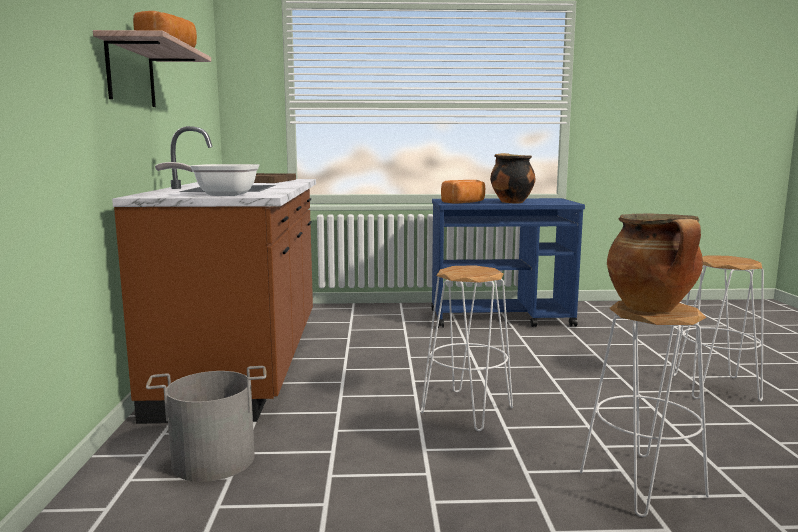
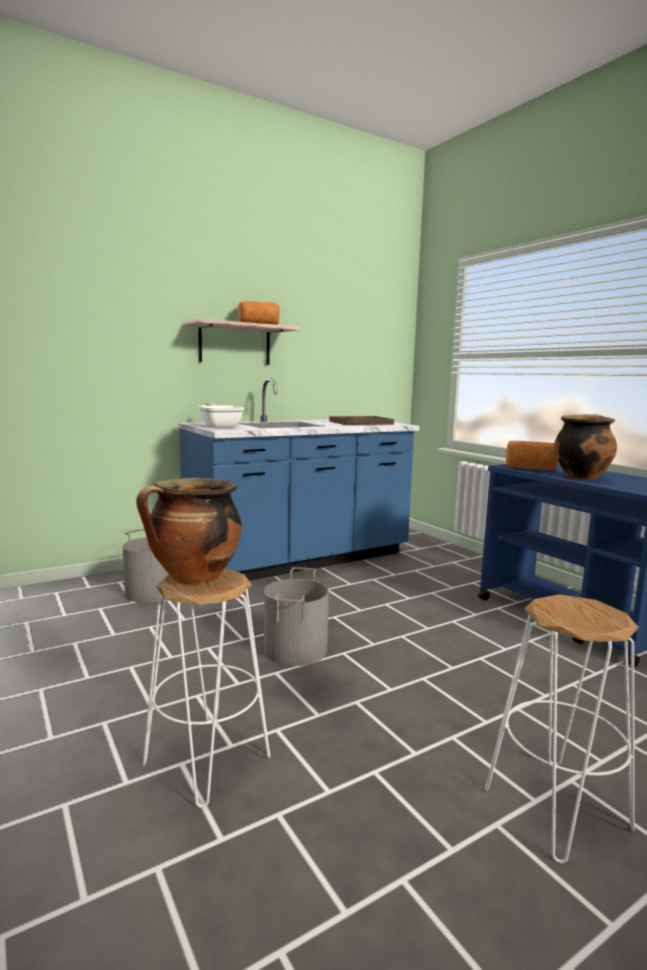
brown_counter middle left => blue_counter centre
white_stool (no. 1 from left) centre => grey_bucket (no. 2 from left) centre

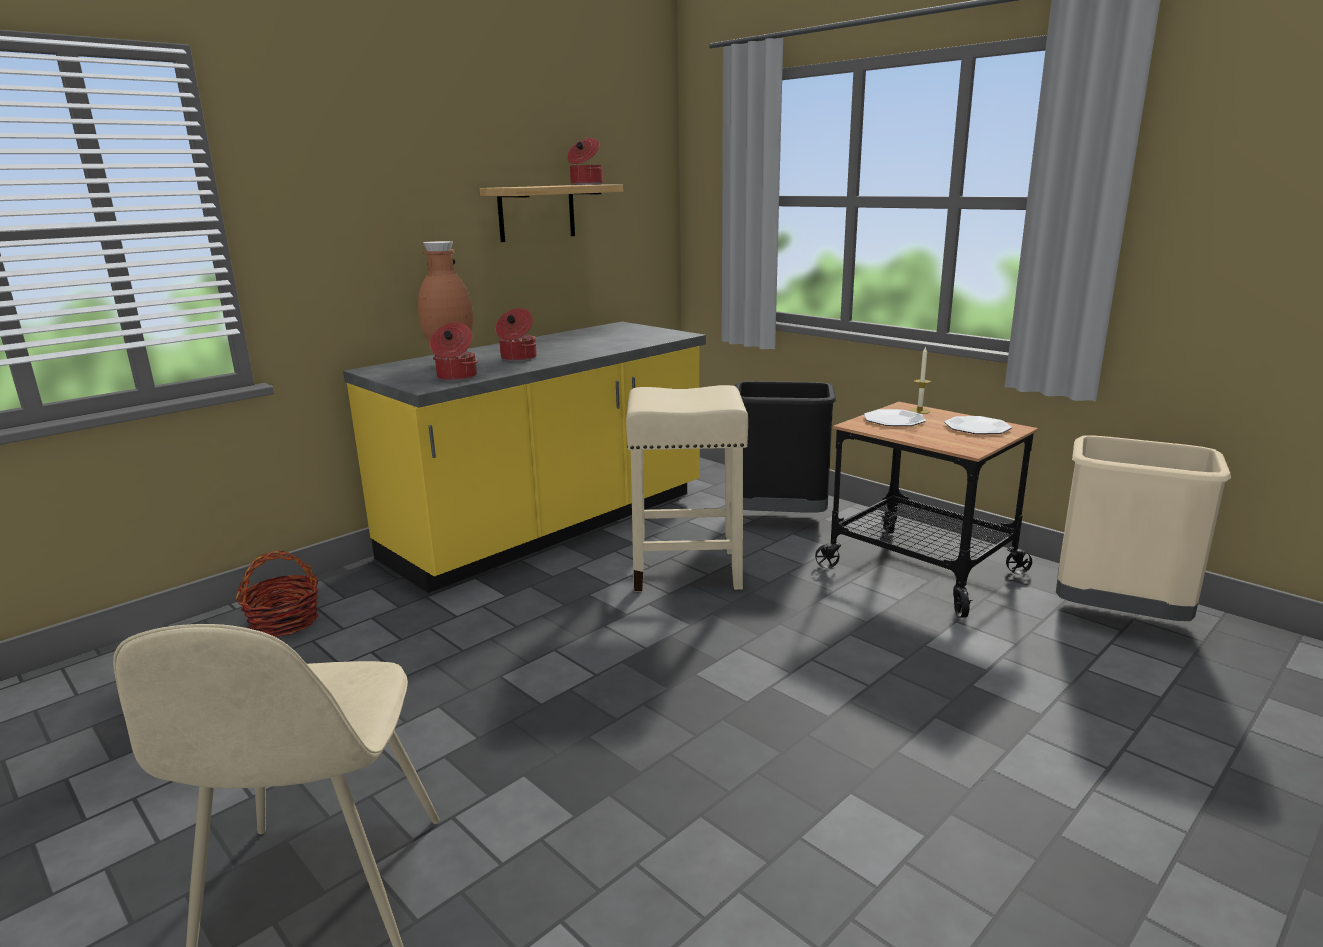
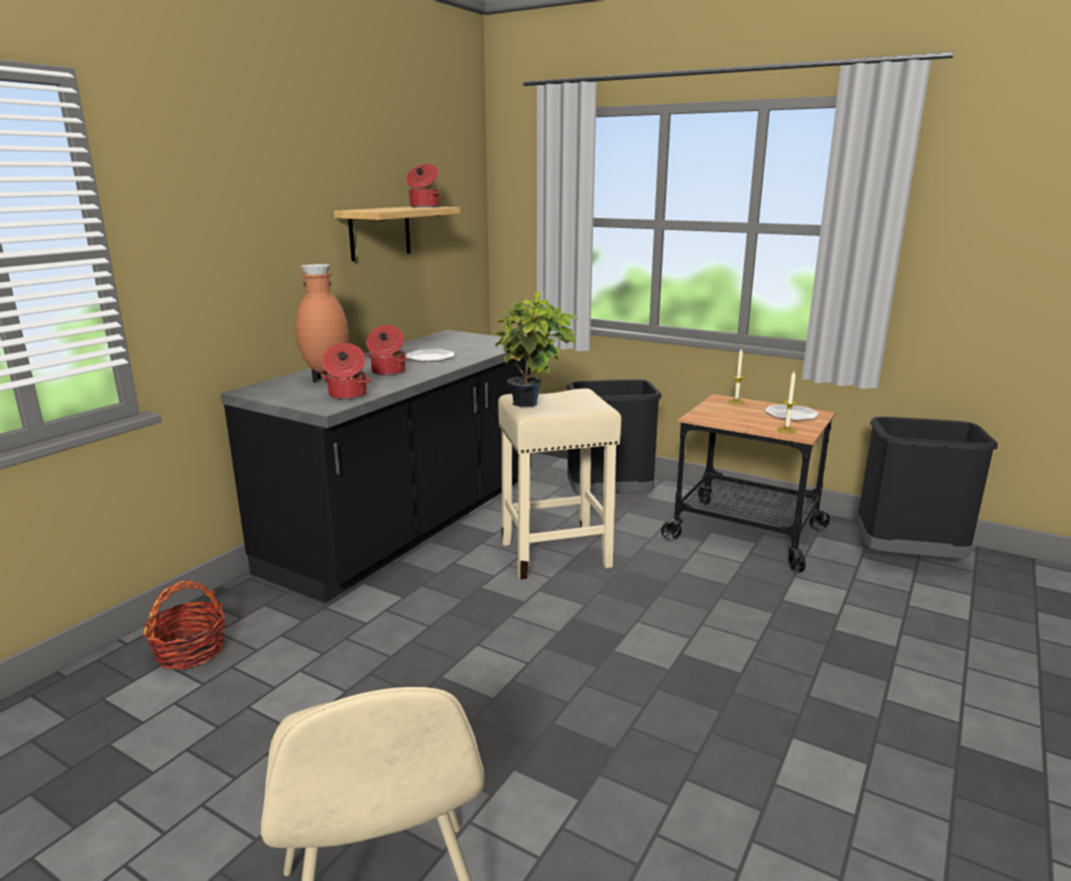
yellow_counter centre => black_counter centre
plate (no. 1 from left) middle right => plate (no. 1 from left) centre, relocated
nothing => potted_plant centre
nothing => candle (no. 2 from left) middle right
beige_trash_can middle right => black_trash_can (no. 2 from left) middle right

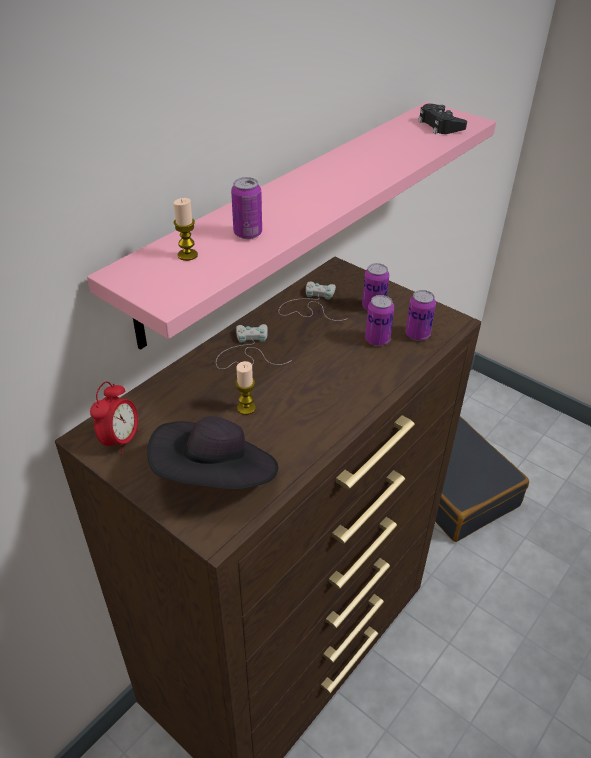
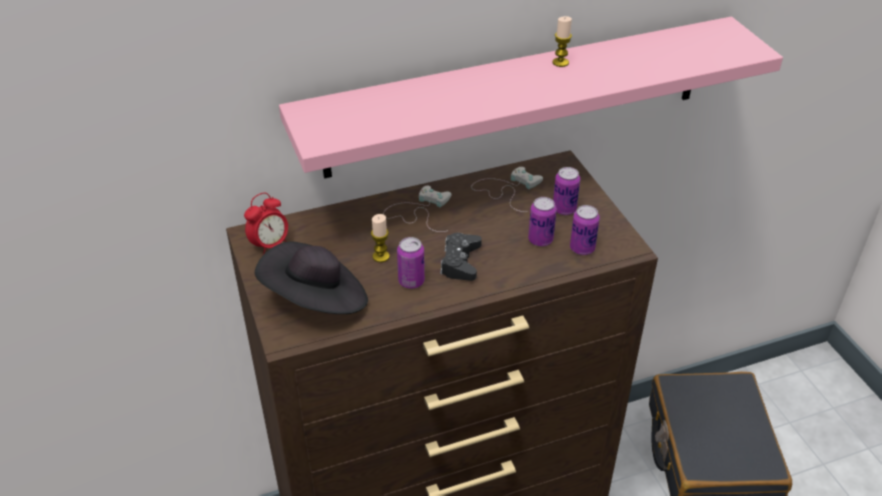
can (no. 1 from left) top centre => can (no. 1 from left) centre, relocated
black_game_controller top right => black_game_controller centre, relocated
candle (no. 1 from left in the first image) top left => candle (no. 2 from left) top centre, relocated

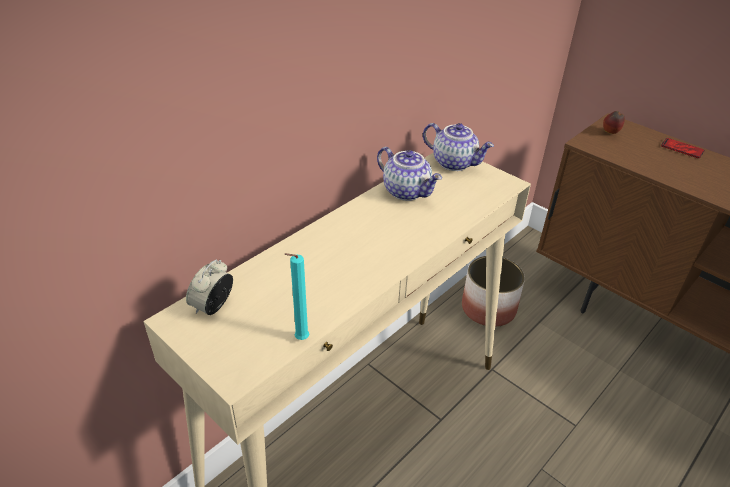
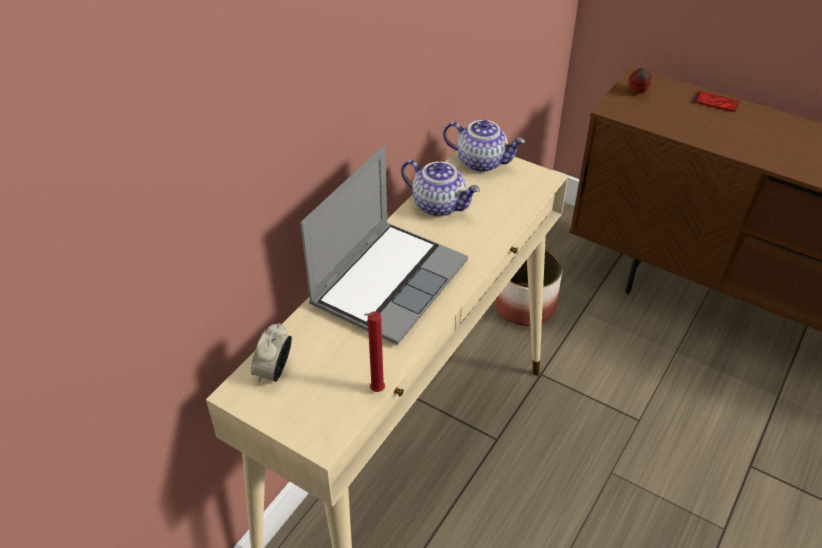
nothing => laptop centre
turquoise_candle centre => red_candle centre

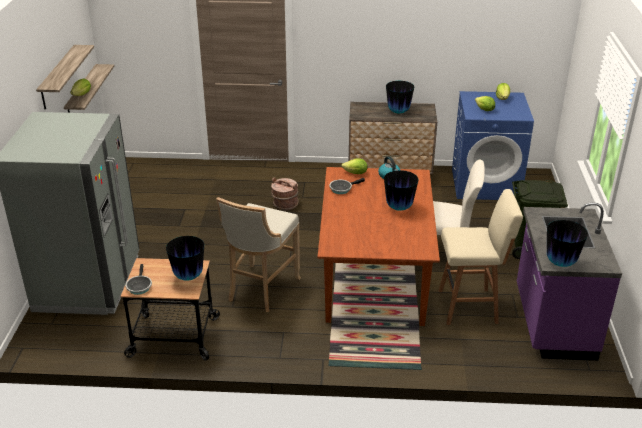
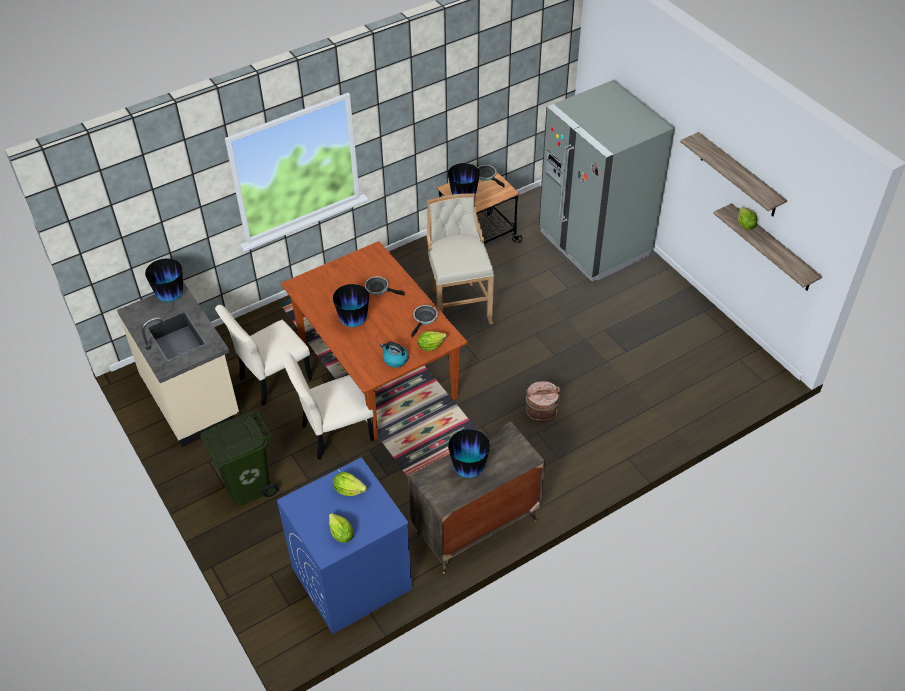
purple_counter middle right => beige_counter middle left
beige_stool (no. 2 from left) middle right => beige_chair (no. 1 from left) middle left
nothing => frying_pan (no. 1 from left) centre

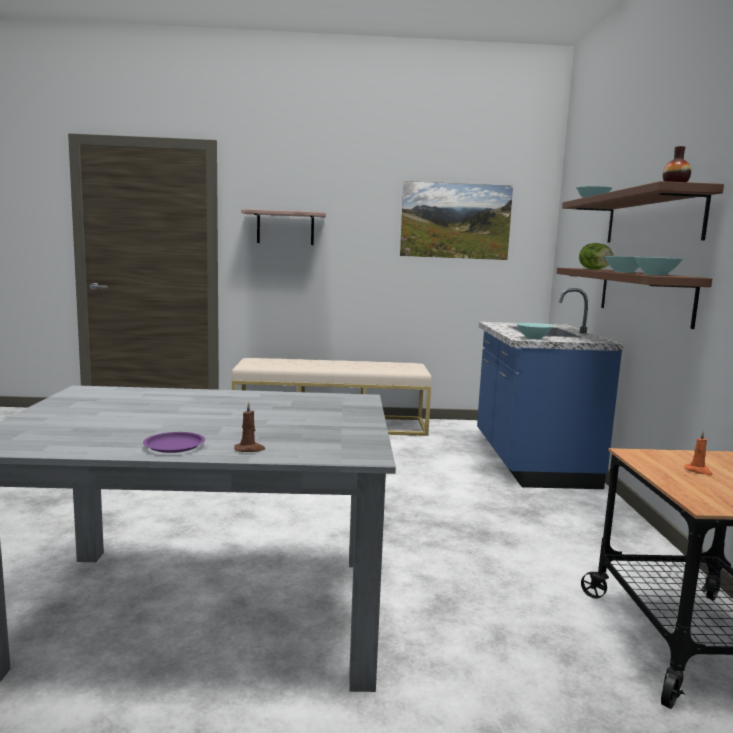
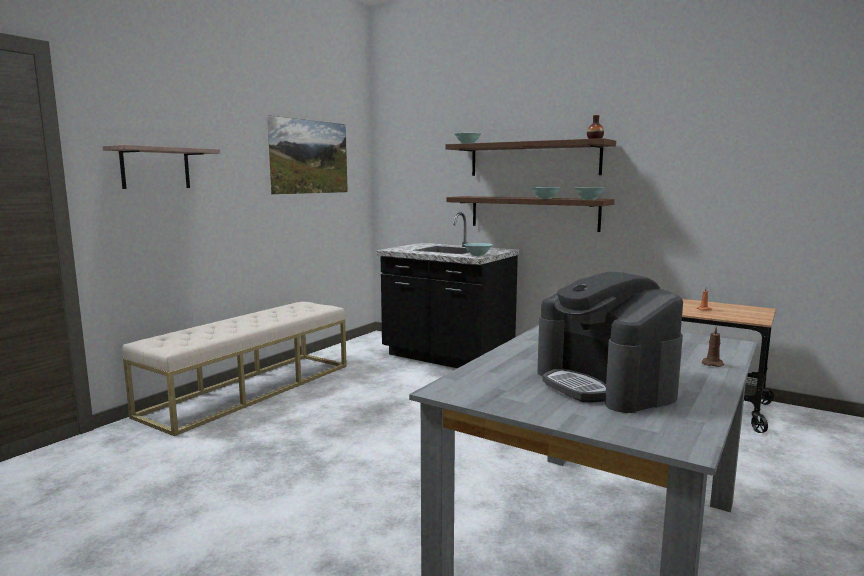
blue_counter middle right => black_counter centre
nothing => coffee_machine middle right
purple_plate middle left => nothing
lettuce middle right => nothing

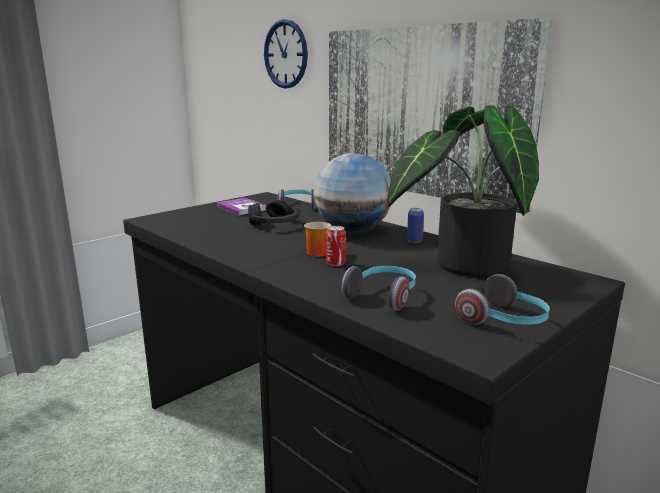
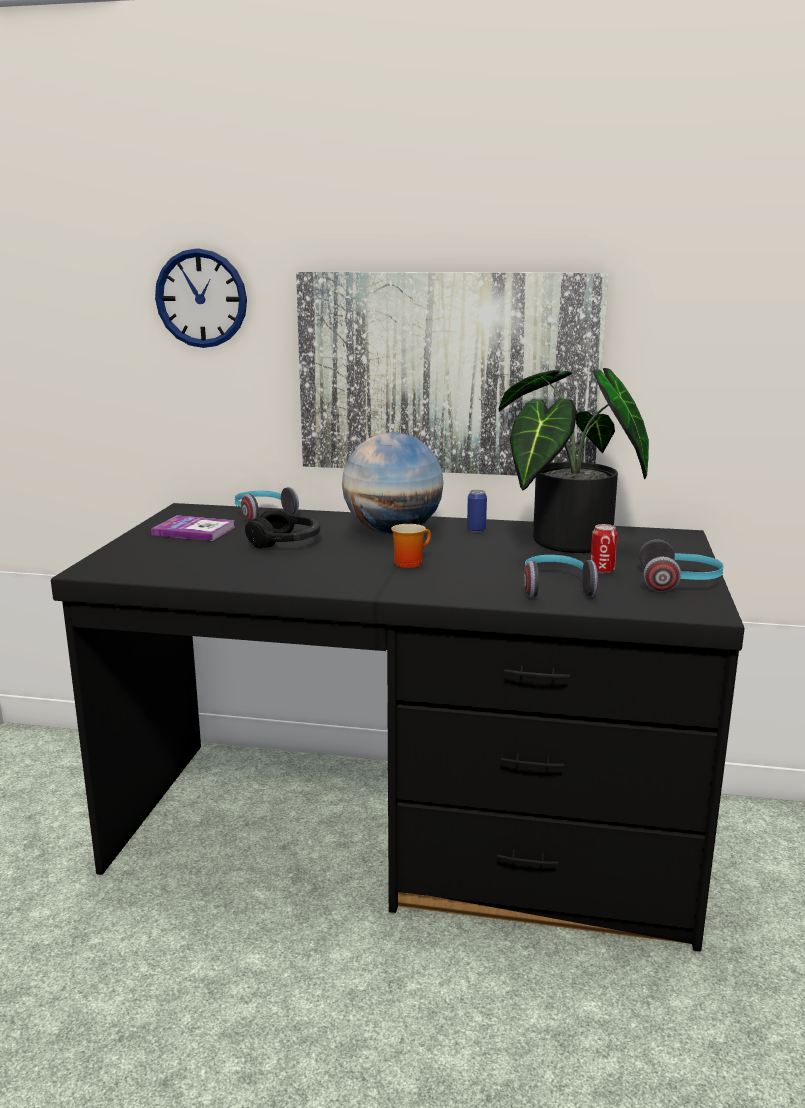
can (no. 1 from left in the first image) centre => can (no. 2 from left) middle right, relocated

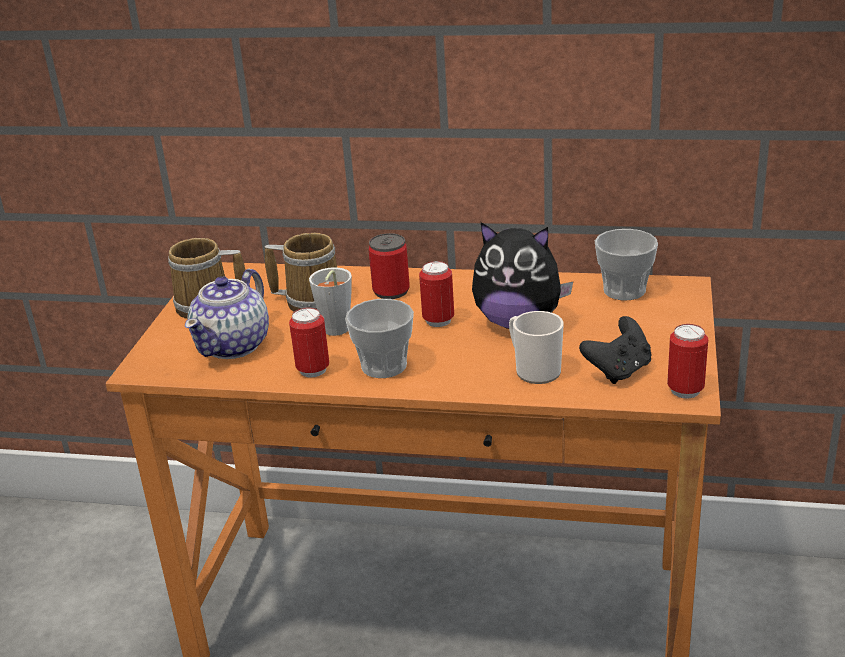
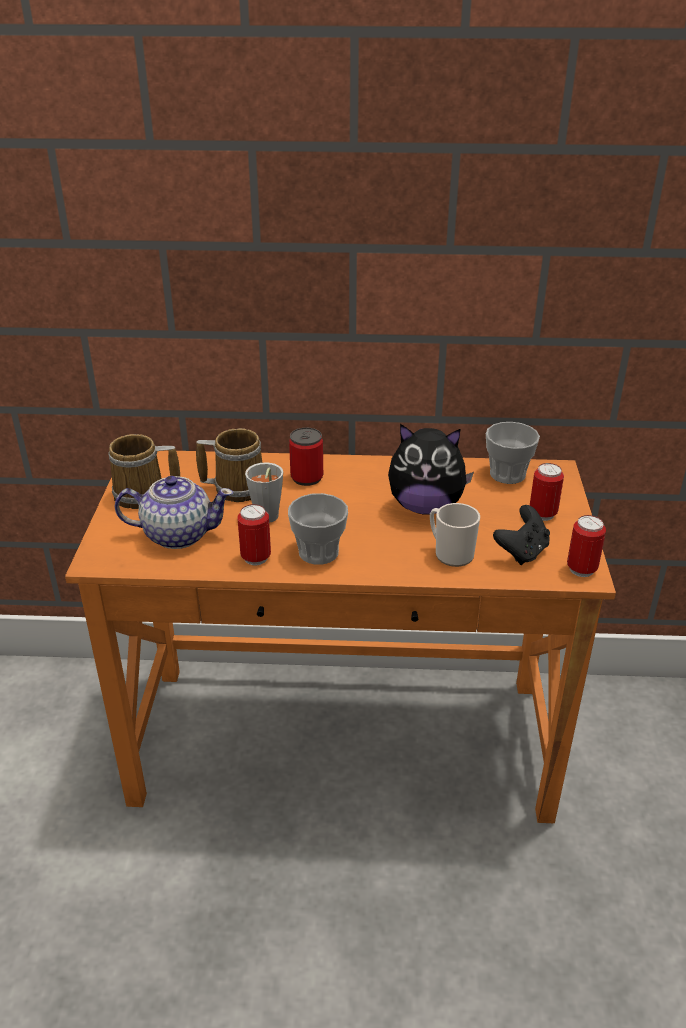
teapot middle left, 105 degrees counterclockwise
can (no. 3 from left) centre => can (no. 3 from left) middle right, relocated

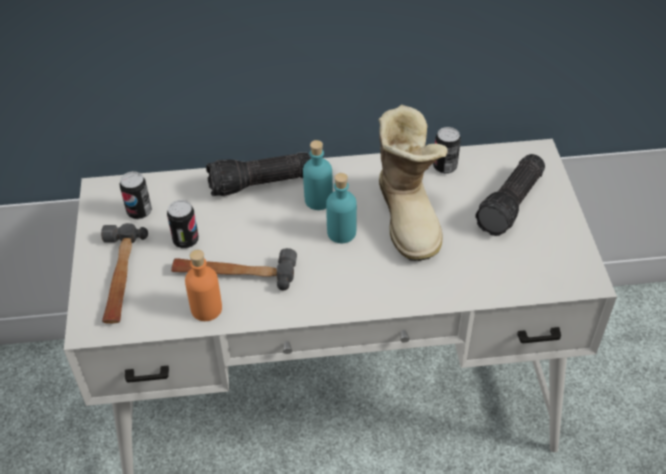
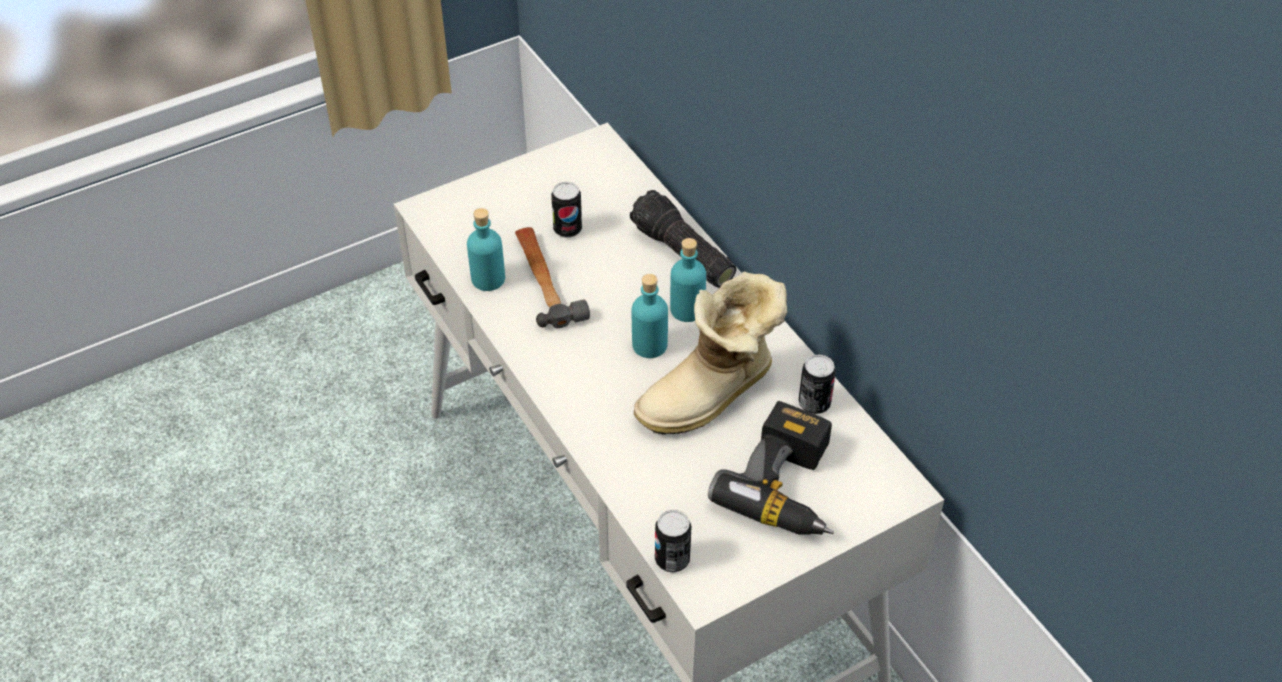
orange_bottle middle left => turquoise_bottle (no. 1 from left) centre
can (no. 1 from left in the first image) middle left => can (no. 2 from left) bottom centre, relocated
flashlight (no. 2 from left) middle right => power_drill bottom centre
hammer (no. 1 from left) middle left => nothing

